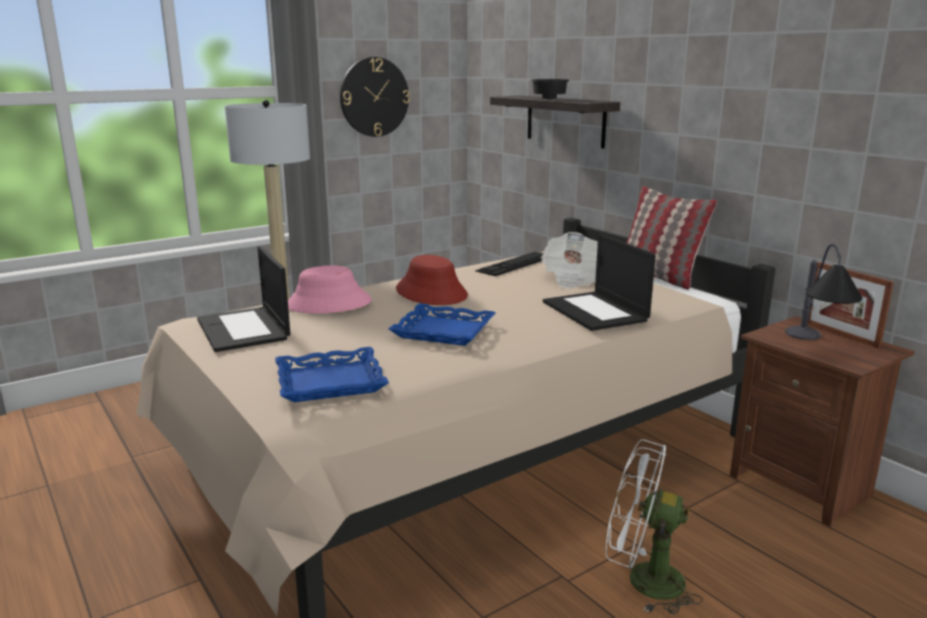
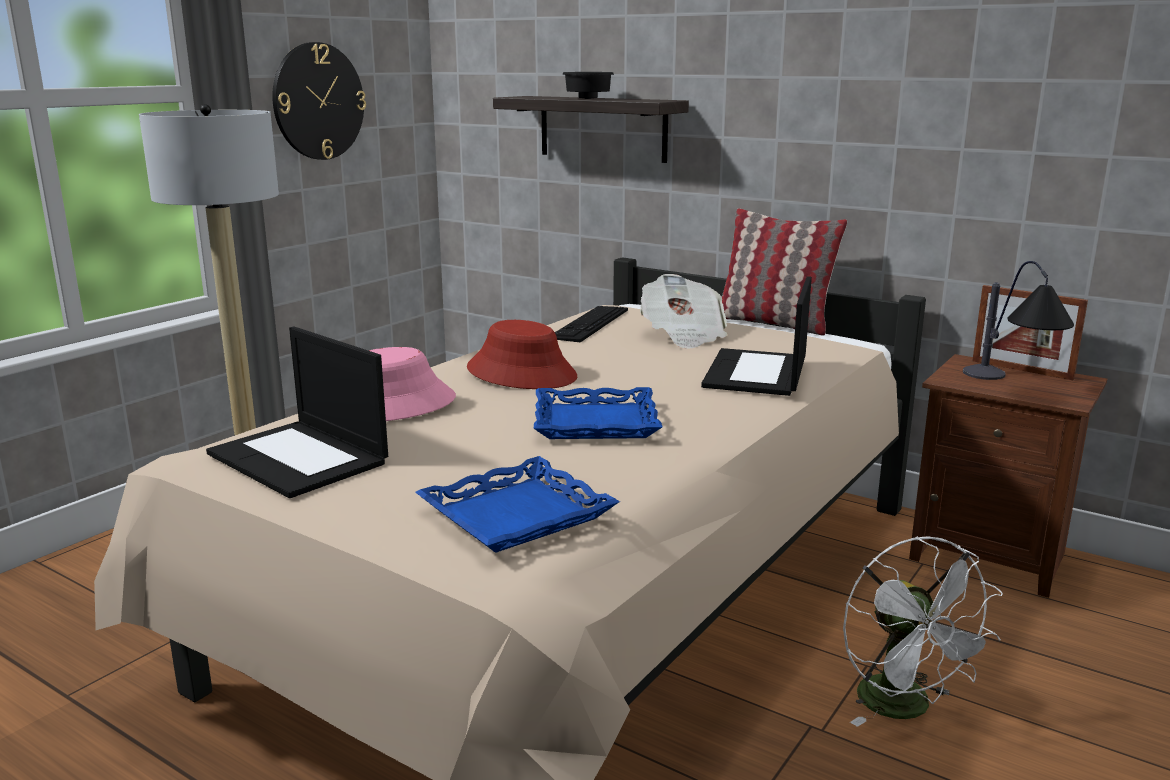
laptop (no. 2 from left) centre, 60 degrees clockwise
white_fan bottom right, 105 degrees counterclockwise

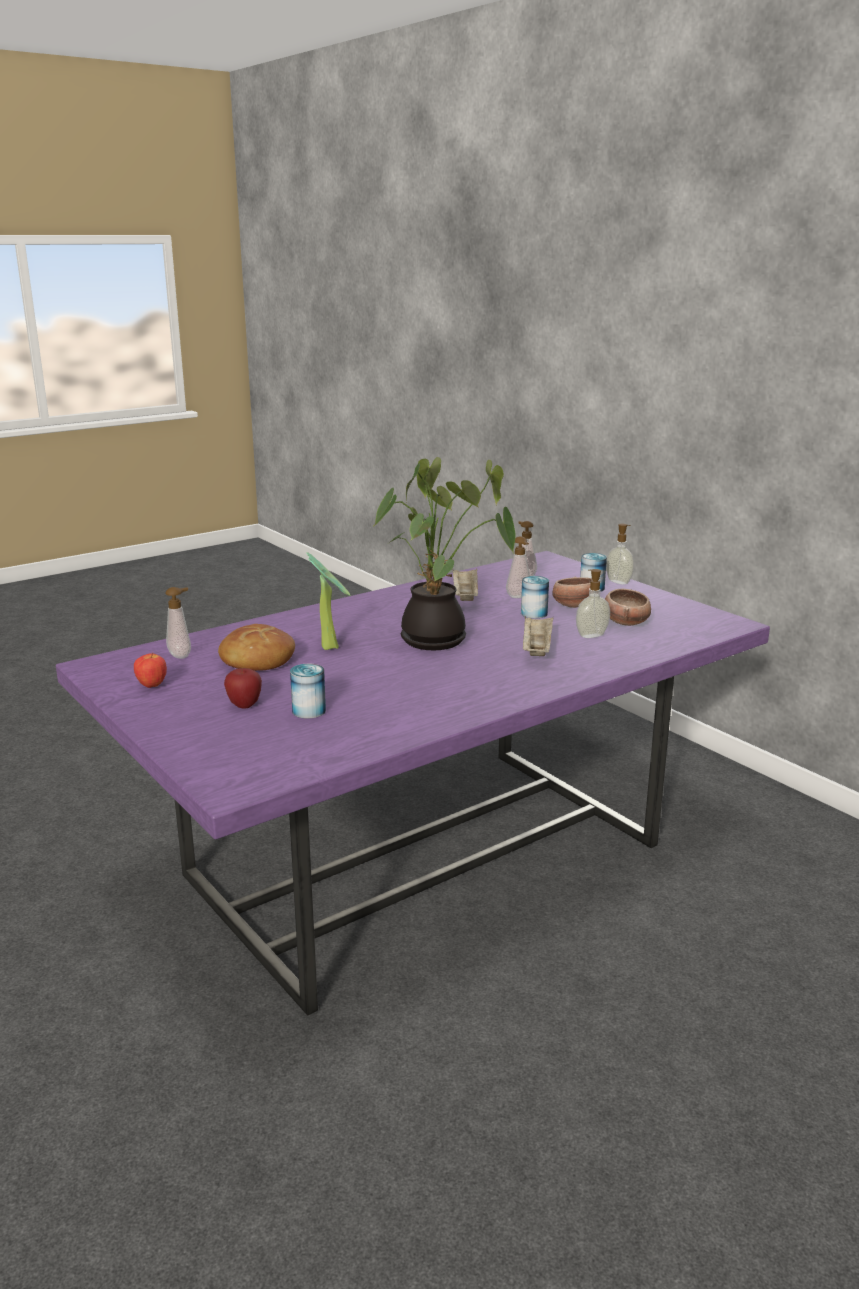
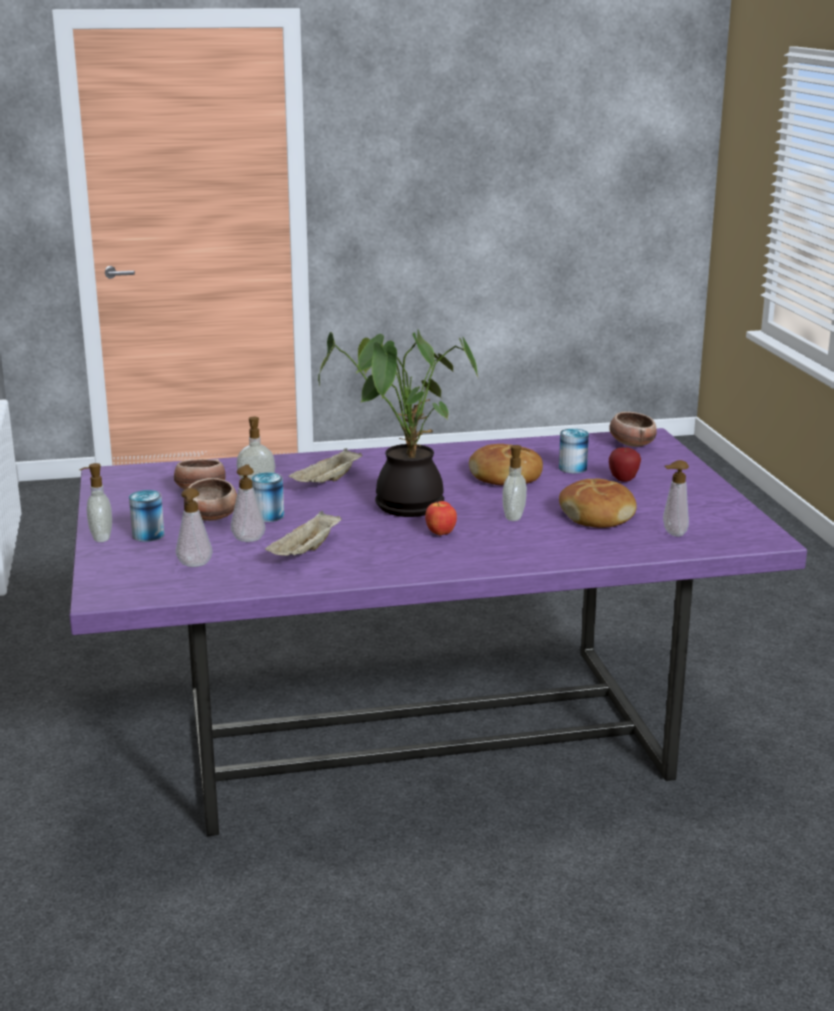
apple (no. 1 from left) middle left => apple (no. 1 from left) centre, relocated
nothing => bread (no. 1 from left) centre
potted_plant (no. 1 from left) centre => soap_dispenser (no. 5 from left) centre
nothing => bowl (no. 3 from left) middle right

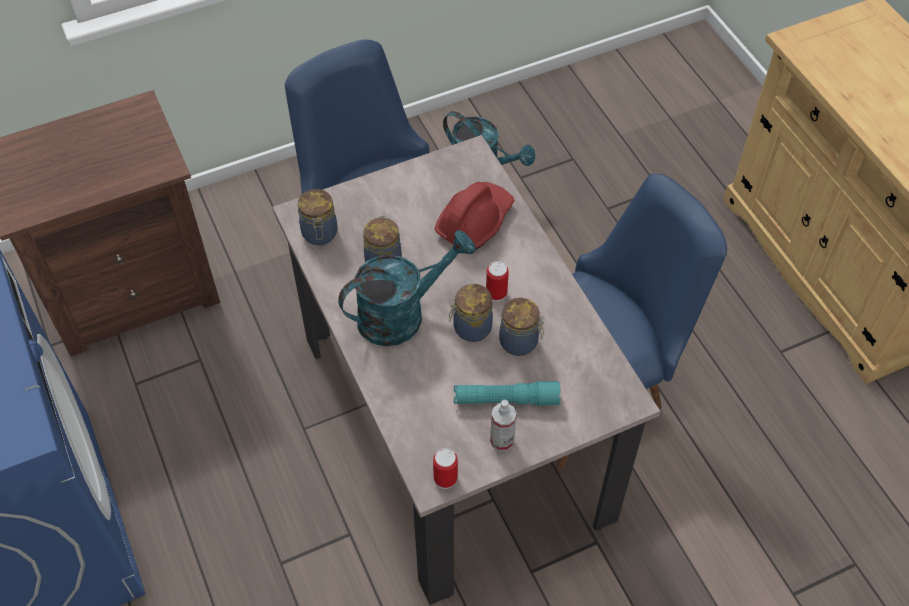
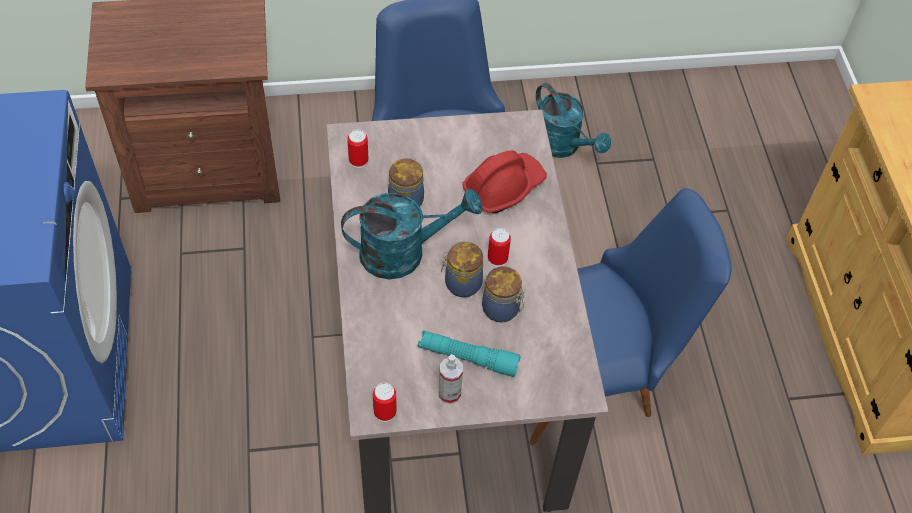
jar (no. 1 from left) centre => can (no. 1 from left) top centre

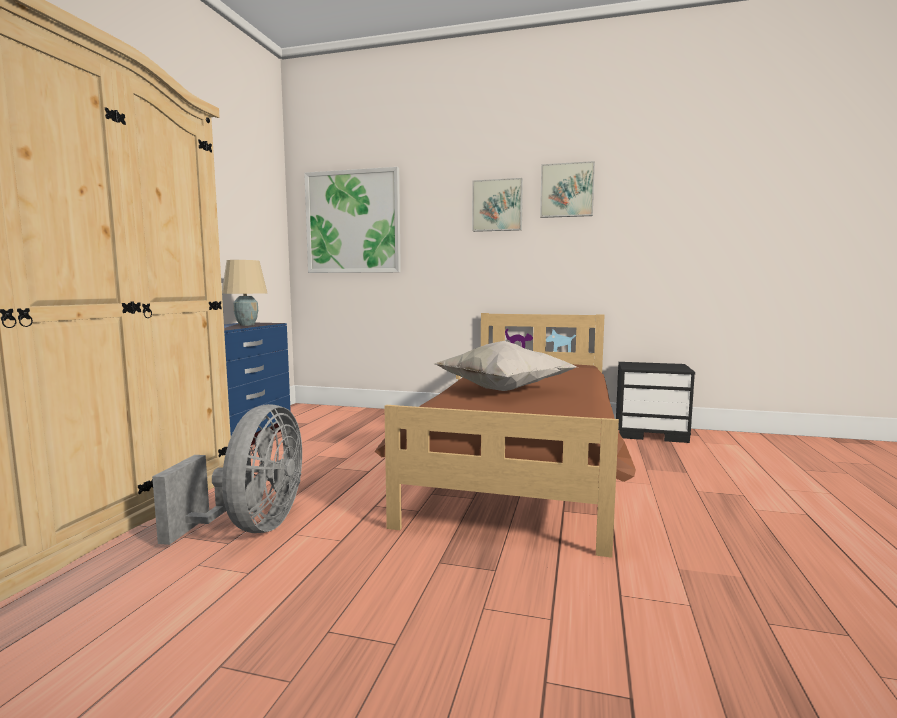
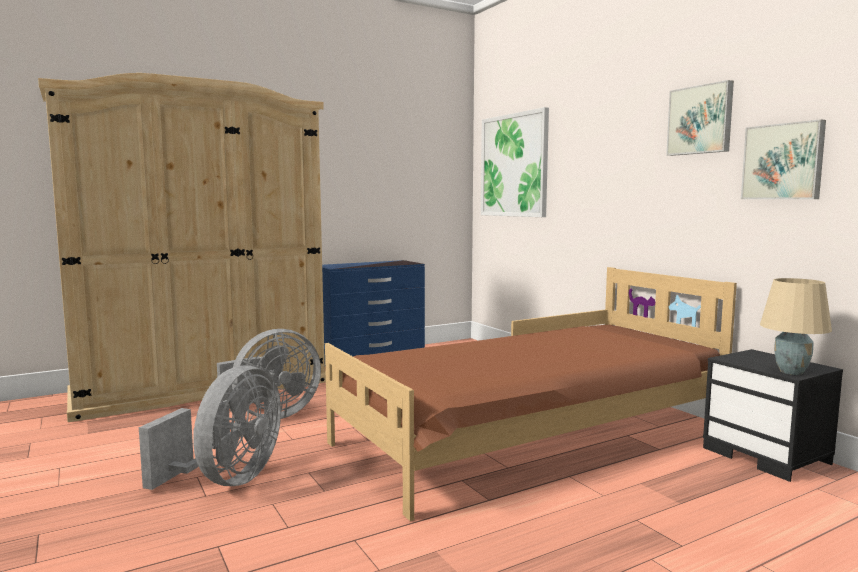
nothing => grey_fan (no. 1 from left) bottom left
picture (no. 2 from left in the first image) top centre => picture (no. 3 from left) top right, relocated
beige_table_lamp middle left => beige_table_lamp middle right, relocated
white_pillow centre => nothing

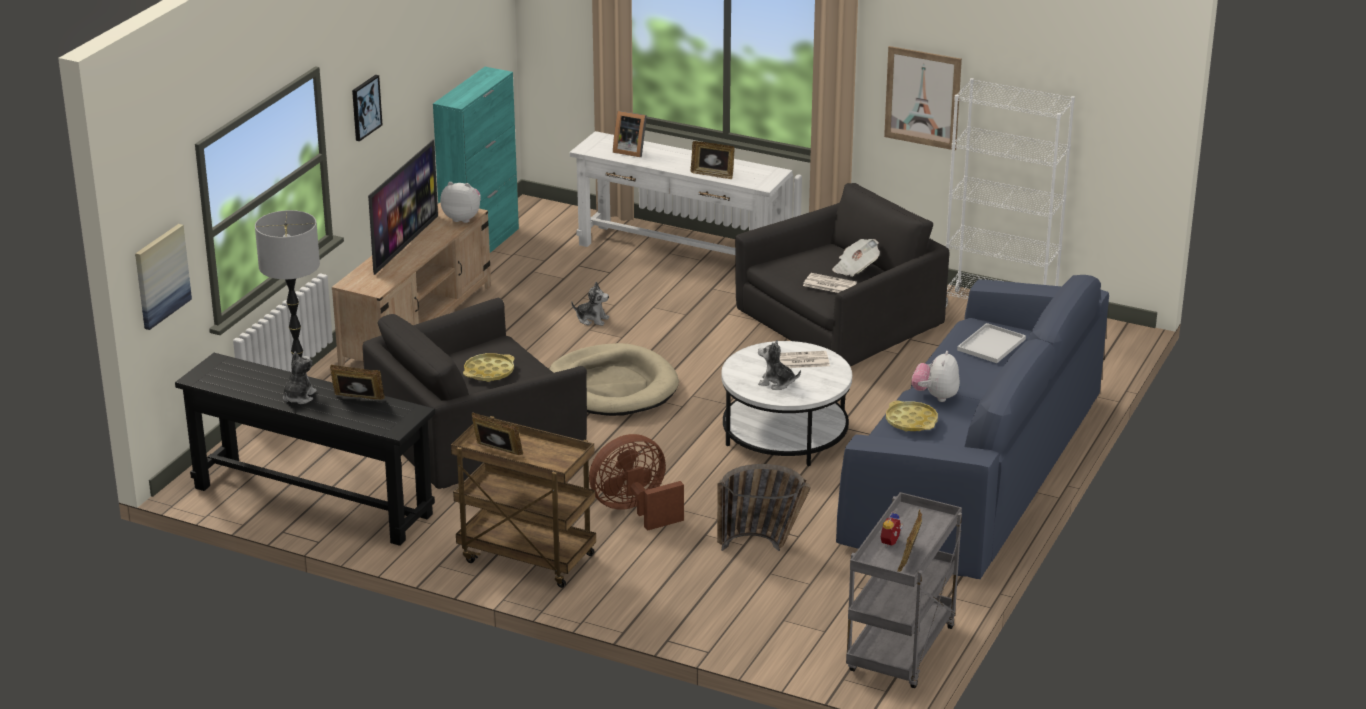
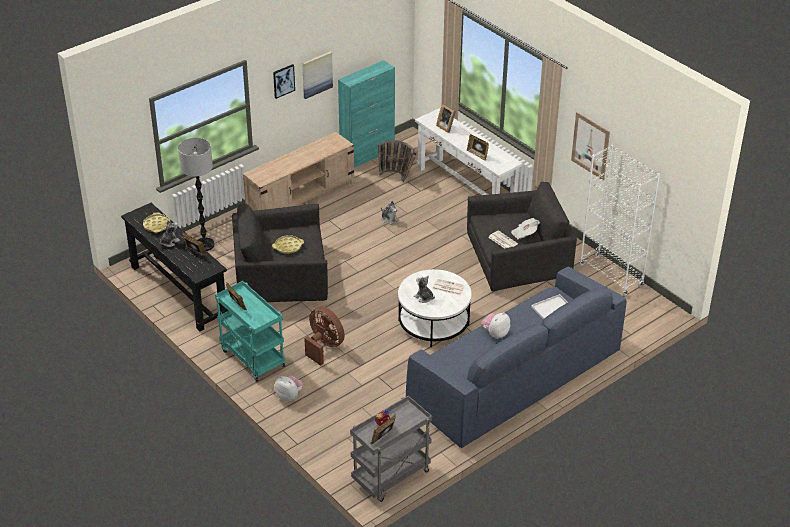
yellow_tray (no. 2 from left in the first image) middle right => yellow_tray (no. 1 from left) middle left, relocated
brown_cart bottom centre => turquoise_cart middle left
plush_toy (no. 2 from left) top centre => plush_toy (no. 2 from left) bottom centre, relocated
picture (no. 1 from left in the first image) middle left => picture (no. 2 from left) top centre, relocated
brown_fan bottom centre => brown_fan centre, 45 degrees clockwise
basket bottom centre => basket top centre, relocated
television top left => nothing
beige_dog_bed centre => nothing

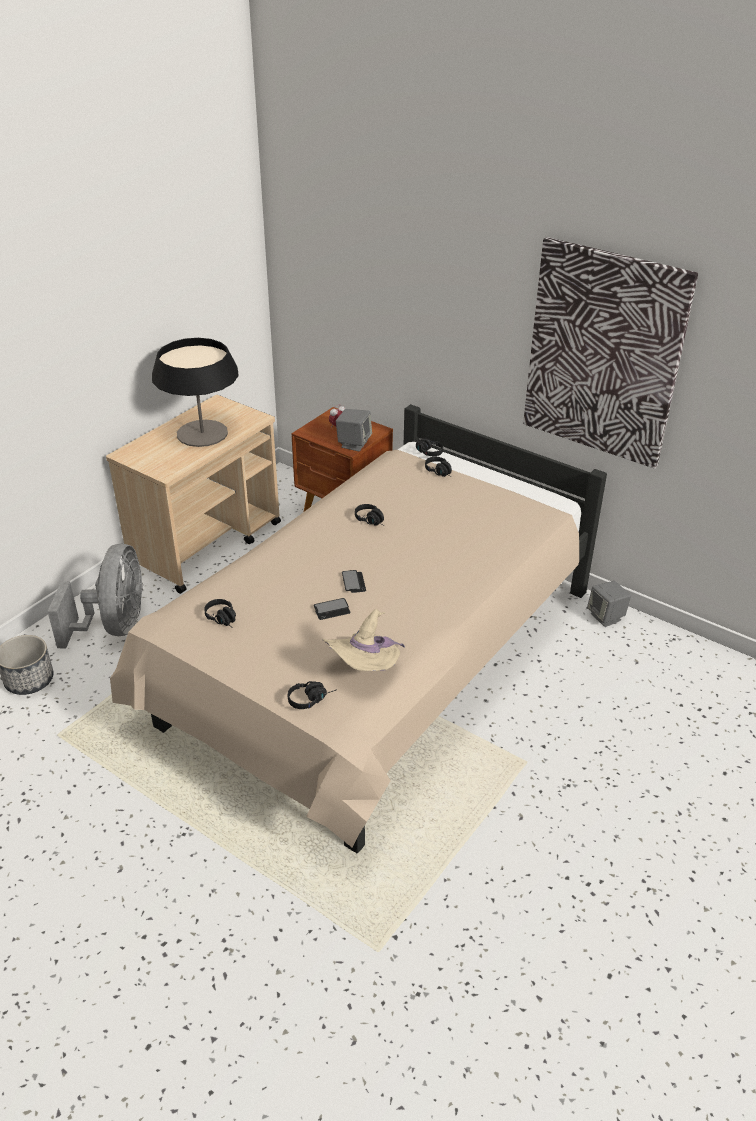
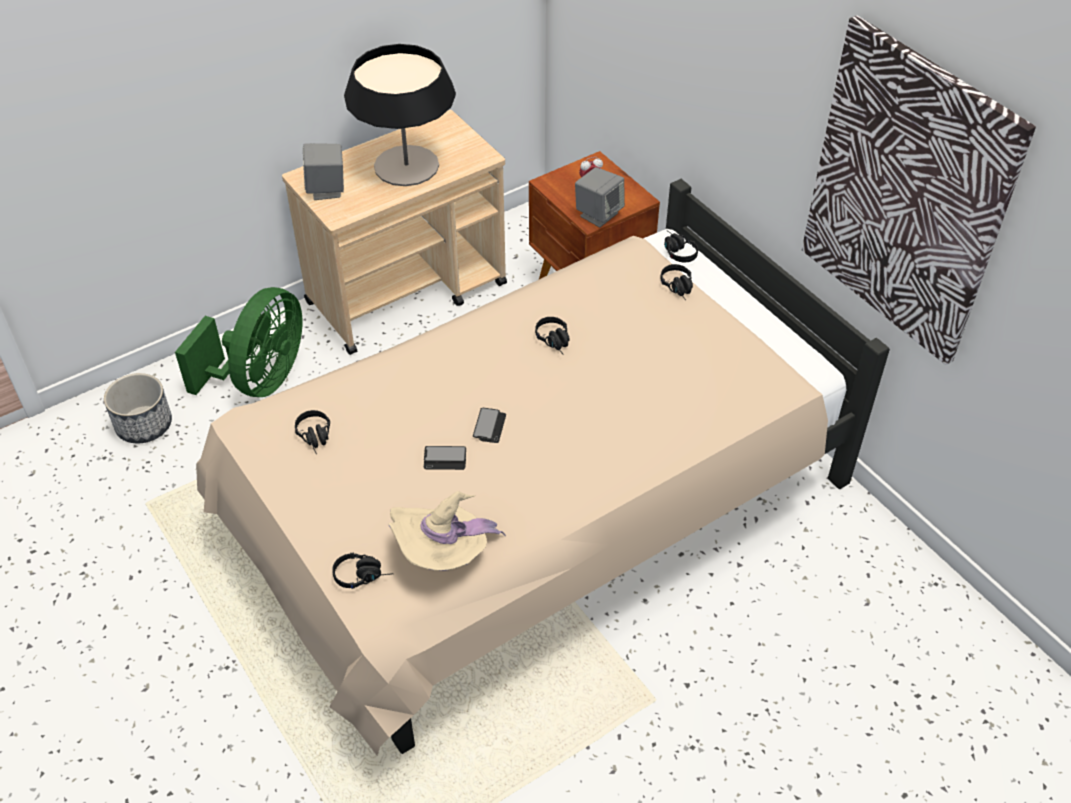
grey_fan middle left => green_fan middle left
grey_speaker (no. 2 from left in the first image) middle right => grey_speaker (no. 1 from left) top left, relocated

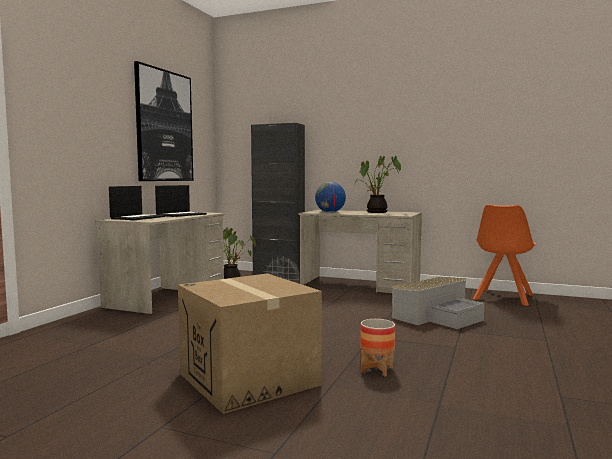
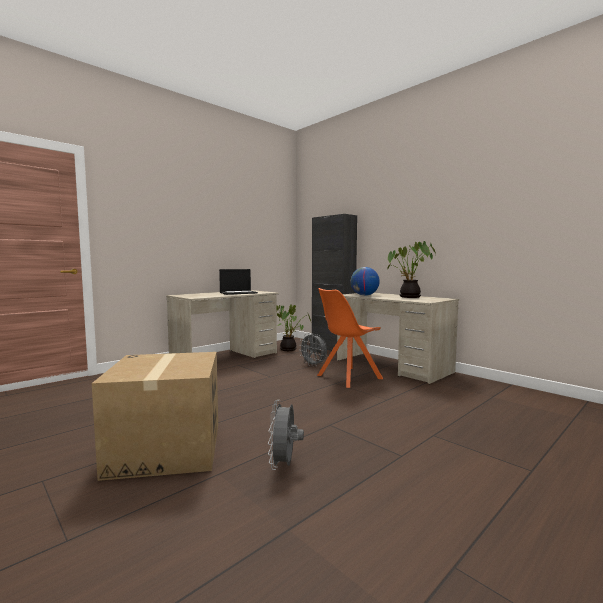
planter bottom centre => grey_fan (no. 1 from left) bottom centre
orange_chair middle right => orange_chair centre, relocated
laptop (no. 1 from left) middle left => nothing
picture top left => nothing
grey_storage_box middle right => nothing

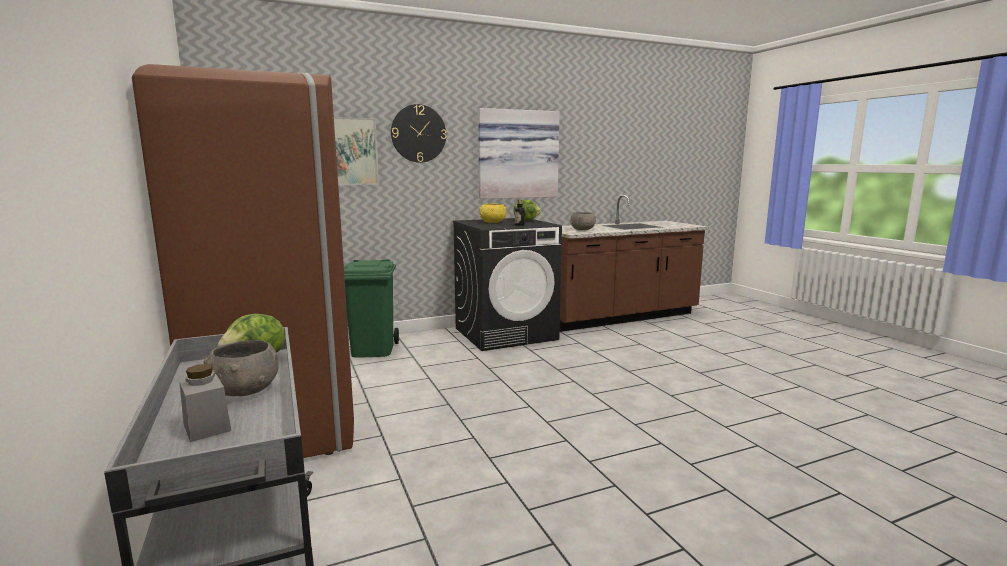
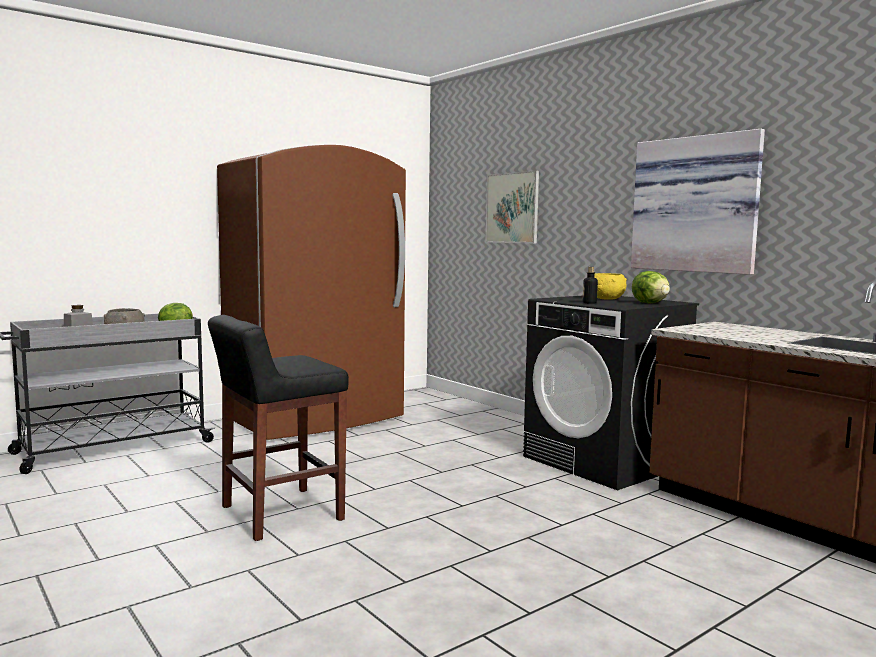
nothing => black_stool middle left
green_trash_can centre => nothing
wall_clock top centre => nothing
grey_bowl (no. 2 from left) centre => nothing

